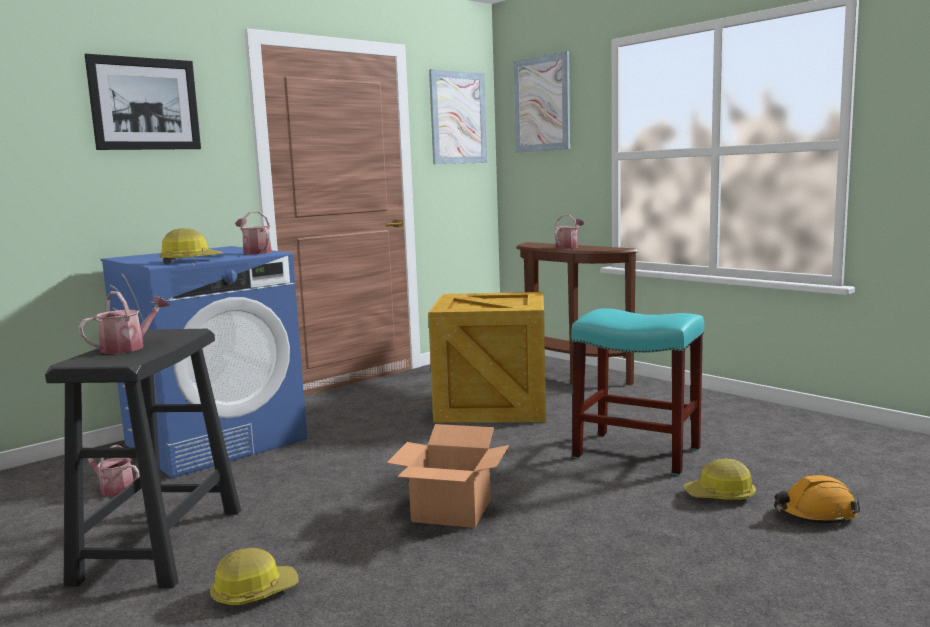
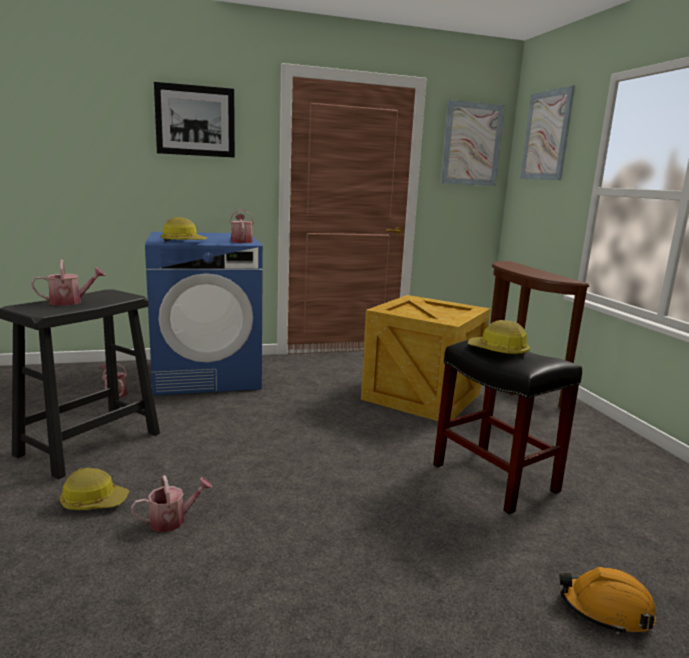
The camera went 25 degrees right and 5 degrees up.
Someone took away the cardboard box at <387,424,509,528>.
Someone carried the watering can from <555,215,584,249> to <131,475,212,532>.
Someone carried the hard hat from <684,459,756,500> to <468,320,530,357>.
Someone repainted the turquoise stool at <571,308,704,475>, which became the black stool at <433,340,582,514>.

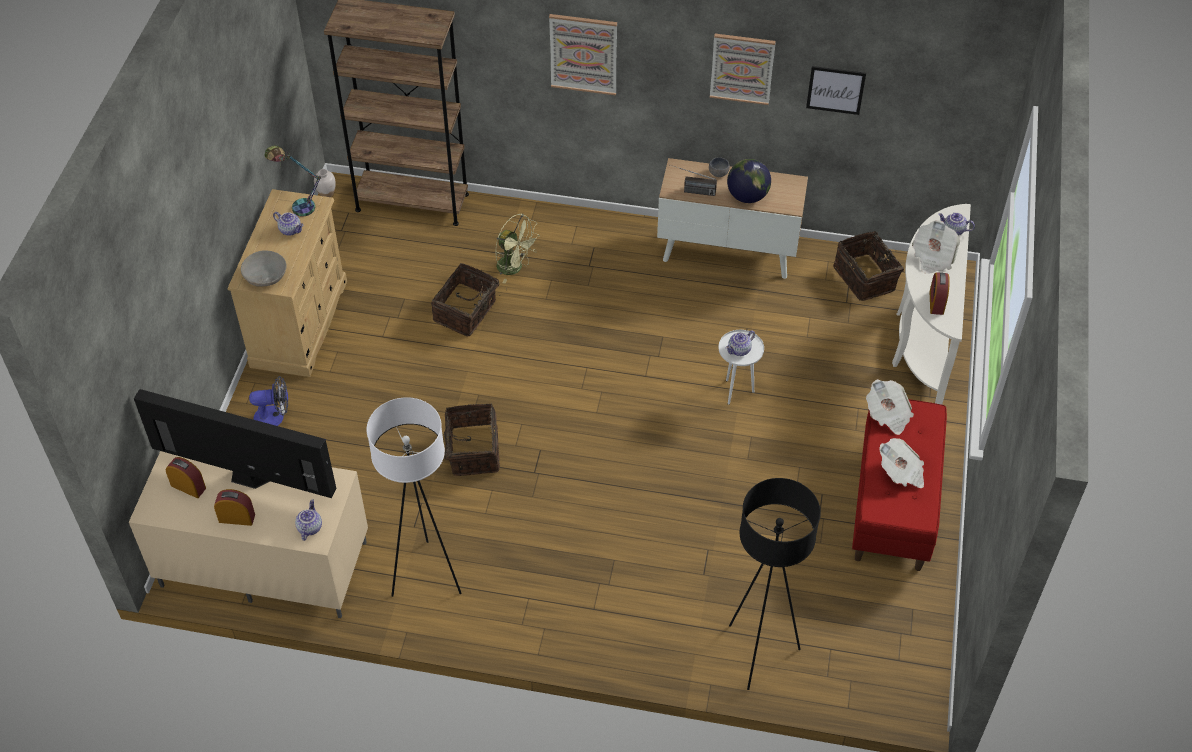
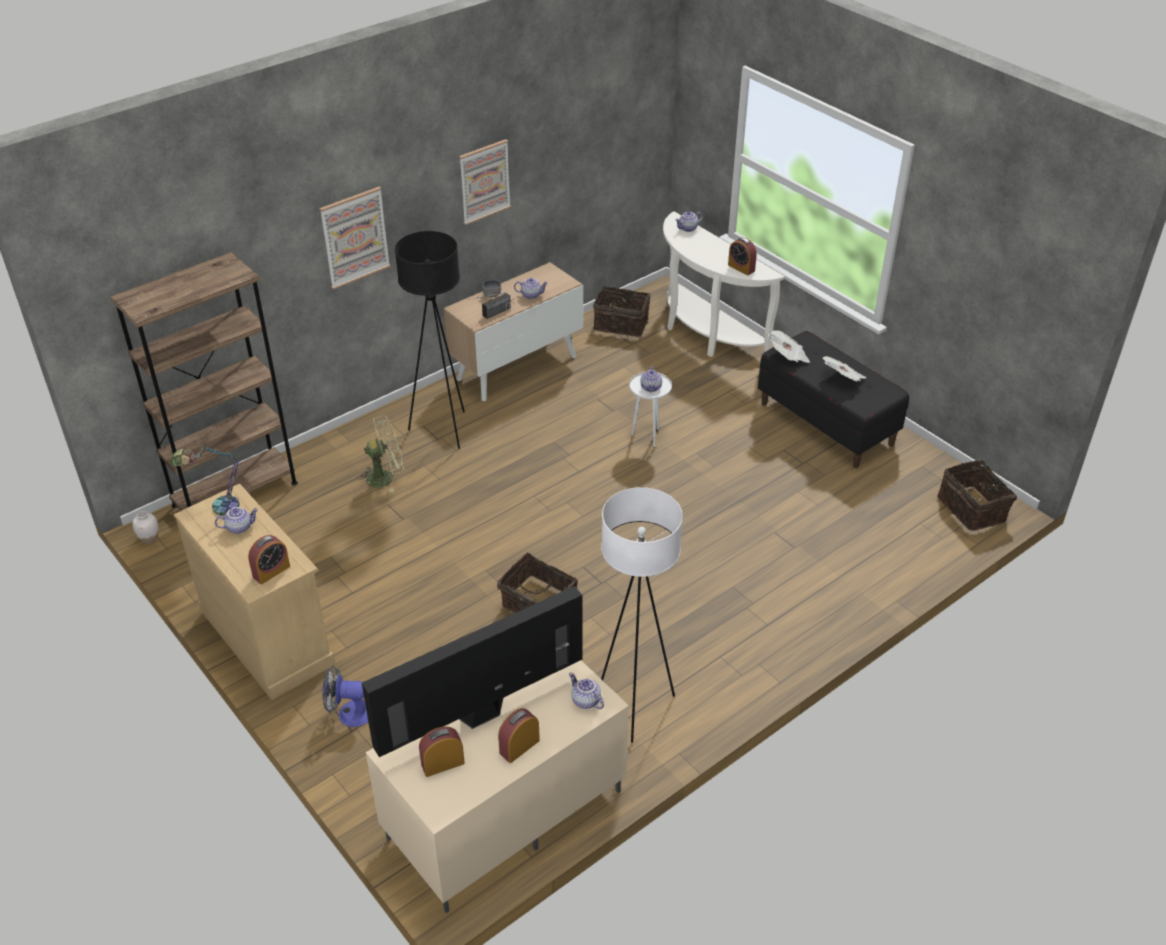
The camera went 50 degrees left and 10 degrees down.
Someone took away the picture at <806,66,866,115>.
Someone took away the newspaper at <912,220,960,274>.
Someone carried the basket from <431,263,507,337> to <937,460,1017,531>.
Someone carried the black floor lamp from <729,478,821,690> to <395,231,465,449>.
Someone swapped the grey bowl at <241,250,287,287> for the alarm clock at <248,535,290,584>.
Someone swapped the globe at <727,159,771,203> for the teapot at <514,278,548,299>.
Someone repainted the red bench at <852,399,947,571>, which became the black bench at <758,331,909,468>.
Someone rotated the fan at <249,376,288,426> by 120 degrees counterclockwise.

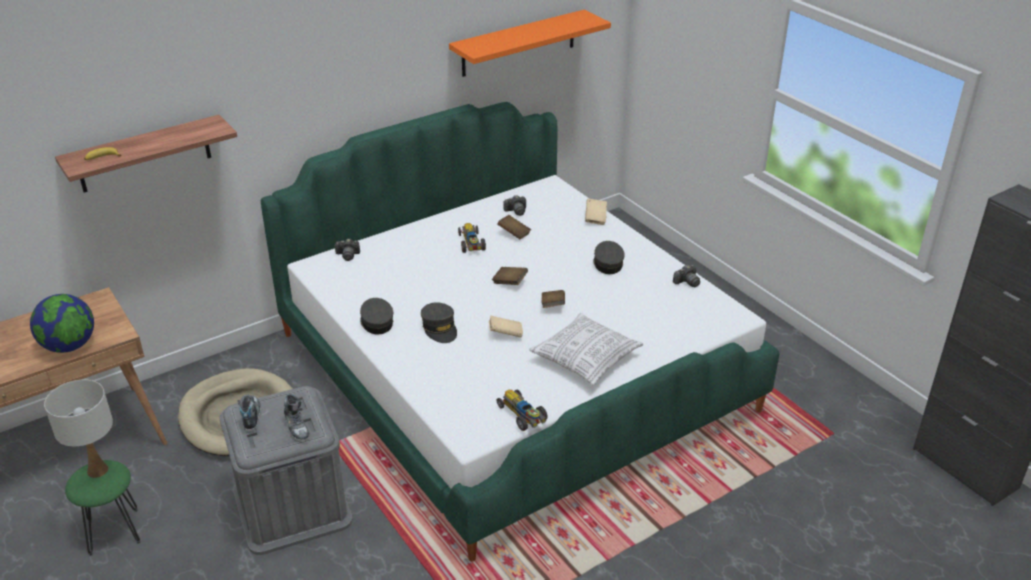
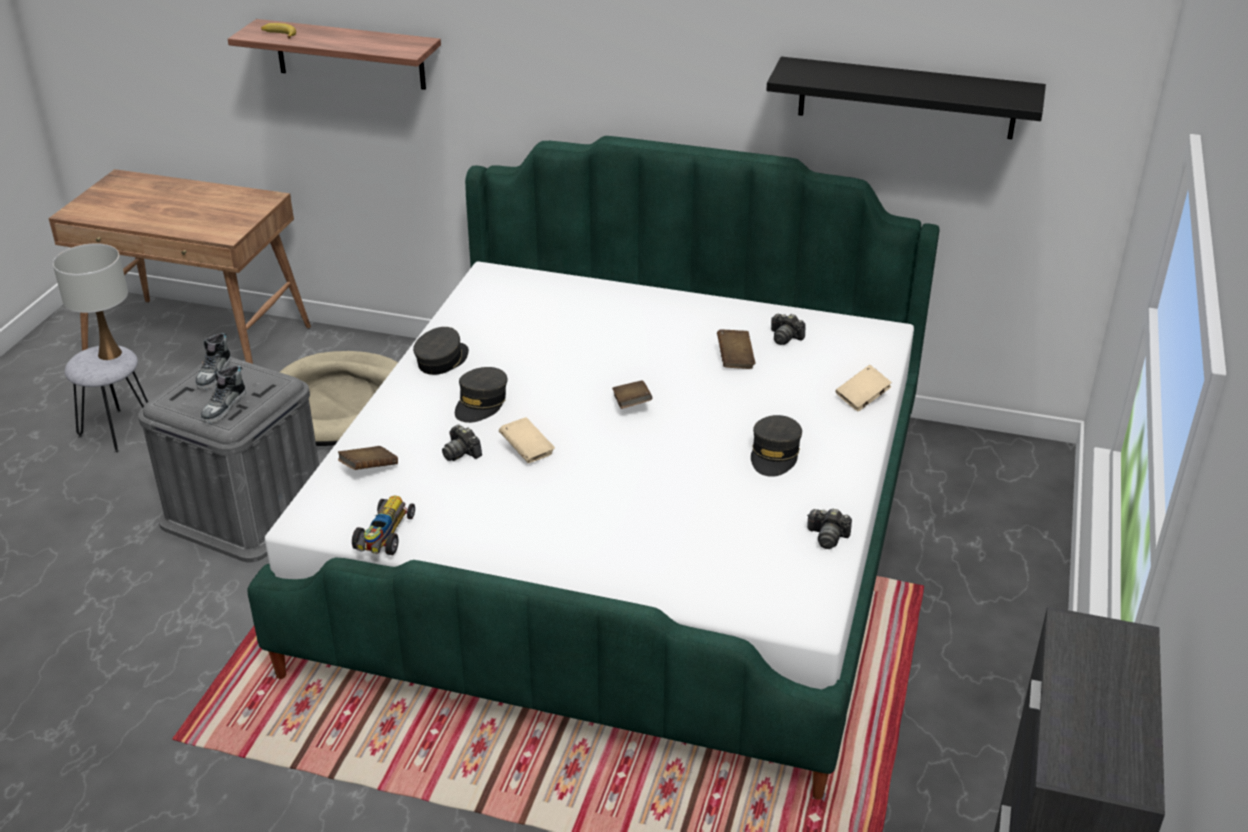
The camera went 50 degrees right and 0 degrees up.
Someone took away the globe at <30,294,94,353>.
Someone took away the toy car at <458,223,486,253>.
Someone took away the pillow at <529,313,643,386>.
Someone carried the photo camera from <334,238,360,261> to <442,425,482,461>.
Someone carried the brown book from <541,290,565,308> to <338,446,398,470>.
Someone repainted the green stool at <65,460,141,556>, which became the grey stool at <65,346,148,453>.
Someone repainted the orange shelf at <449,9,611,77>, which became the black shelf at <766,57,1046,139>.
Someone rotated the shoe at <238,395,261,433> by 150 degrees clockwise.
Someone rotated the grey cap at <593,241,625,274> by 150 degrees clockwise.

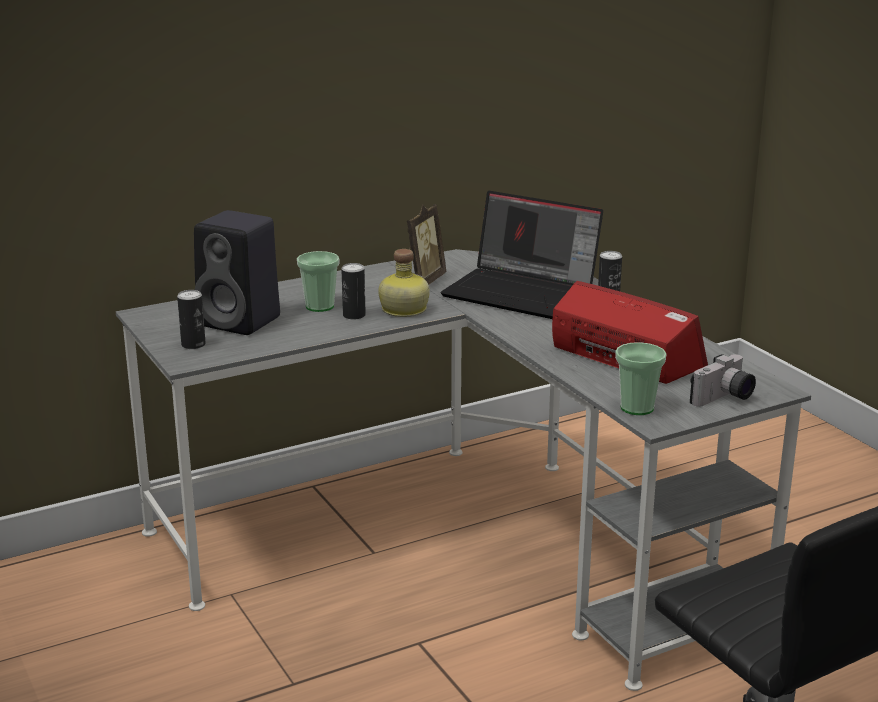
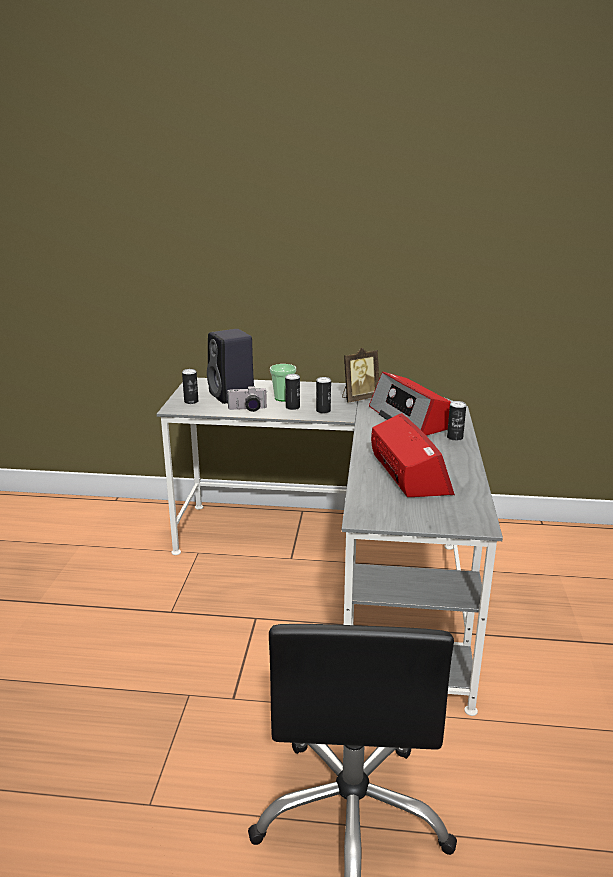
The camera went 35 degrees right and 0 degrees up.
Someone took away the cup at <615,342,666,415>.
Someone carried the photo camera from <690,354,756,407> to <227,386,267,412>.
Someone swapped the bottle at <378,249,430,317> for the can at <316,377,331,413>.
Someone swapped the laptop at <440,191,603,319> for the radio at <369,372,451,435>.

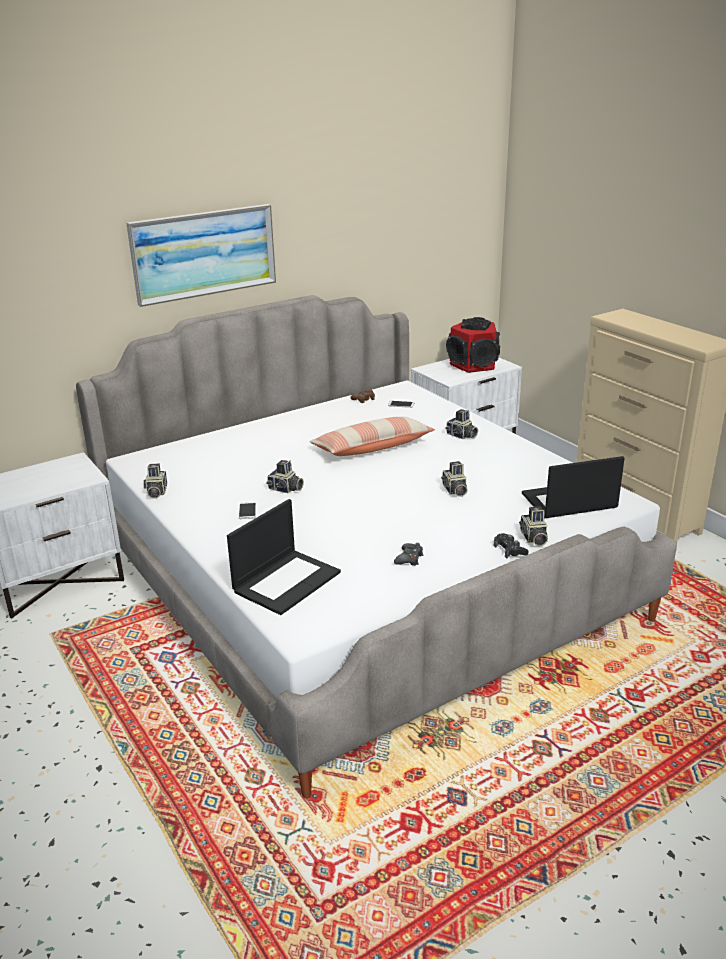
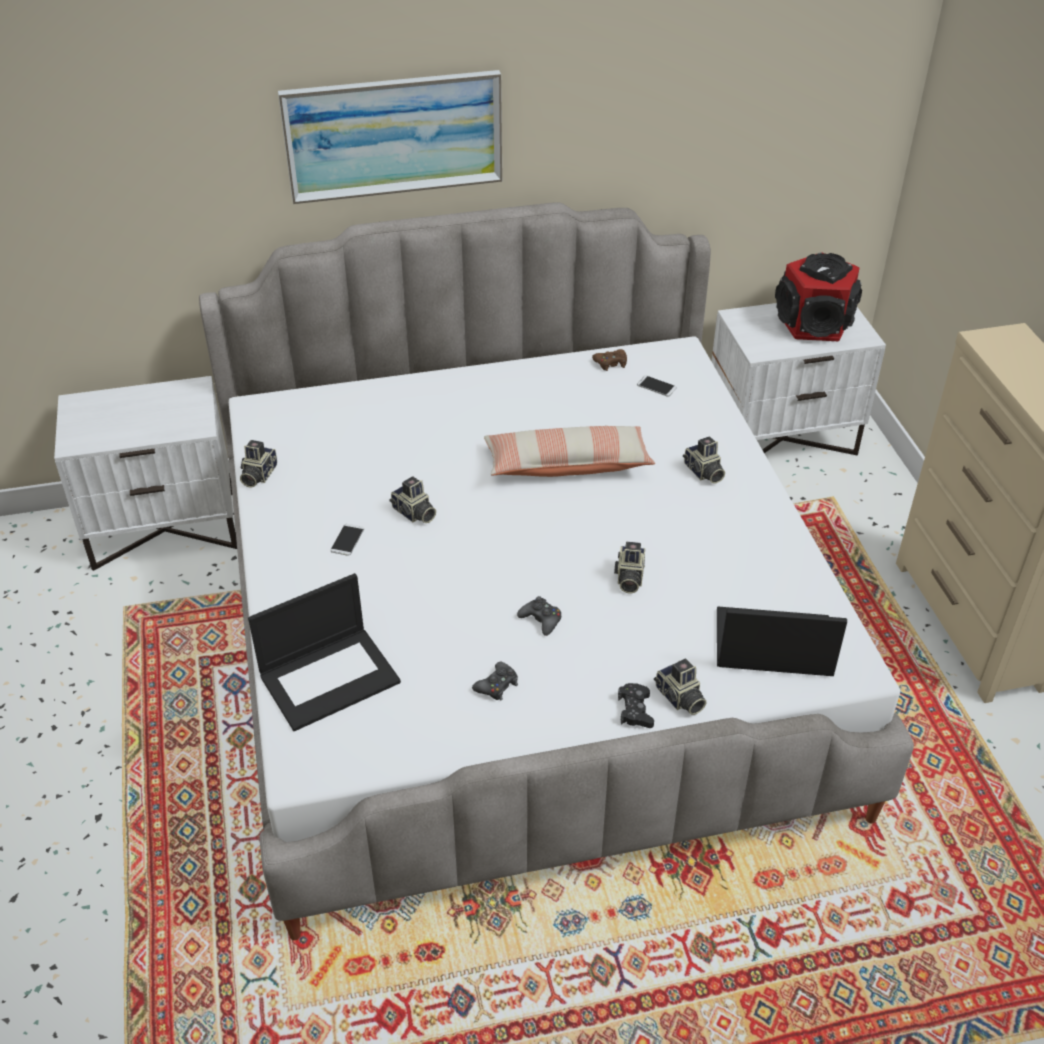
The camera went 20 degrees right and 15 degrees up.
Someone put down the black game controller at <517,596,561,636>.
Someone rotated the photo camera at <519,506,548,546> by 45 degrees counterclockwise.

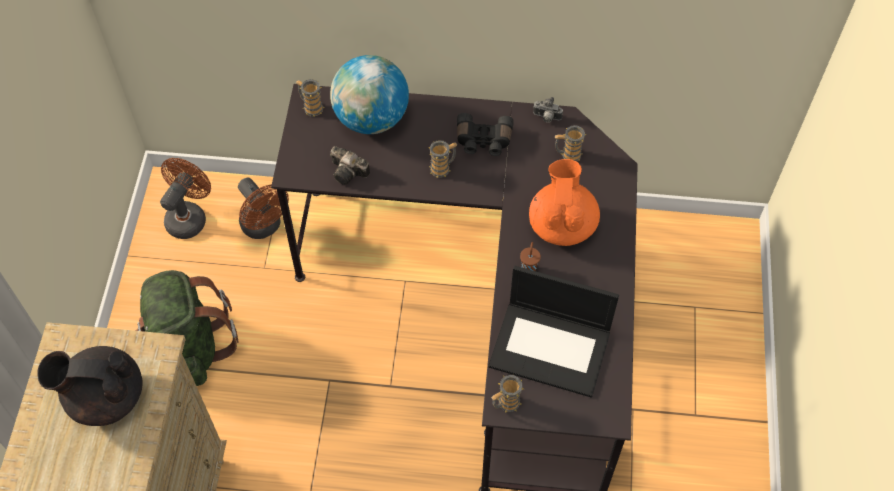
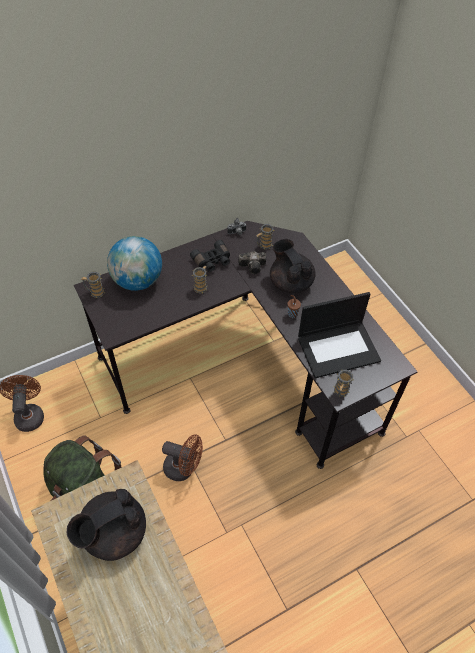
The camera went 35 degrees left and 5 degrees down.
Someone carried the brown fan from <238,178,289,239> to <162,434,203,481>.
Someone carried the photo camera from <330,146,370,185> to <239,251,266,274>.
Someone repainted the orange teapot at <529,159,600,246>, which became the black teapot at <270,239,316,293>.

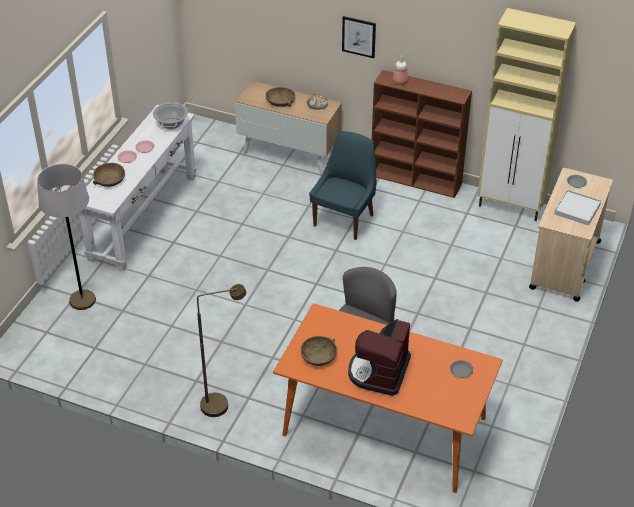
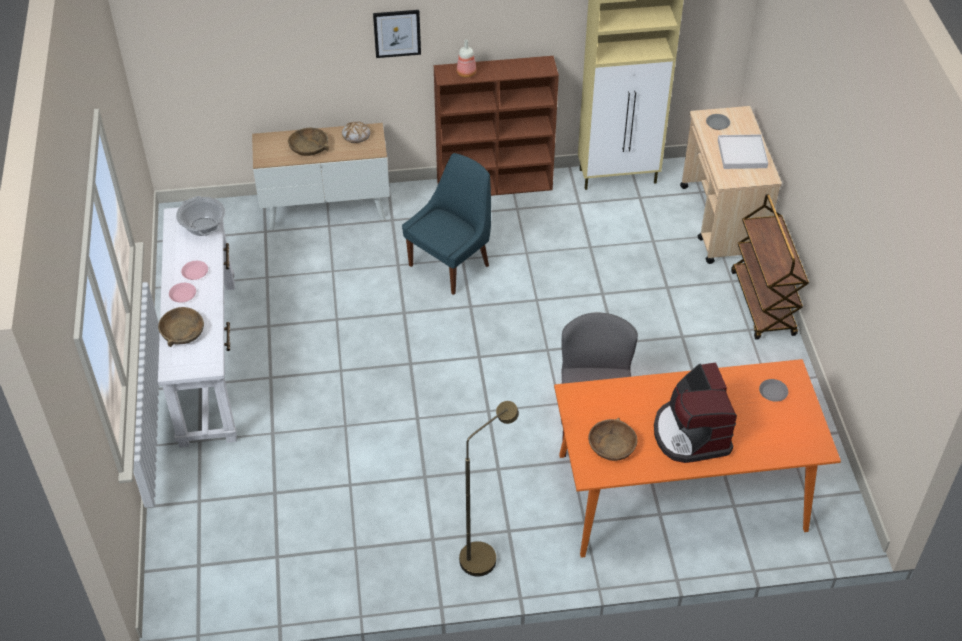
The camera went 30 degrees left and 5 degrees up.
Someone took away the grey floor lamp at <37,164,96,310>.
Someone put down the brown cart at <731,194,809,340>.
Someone rotated the blue chair at <309,131,376,240> by 45 degrees clockwise.

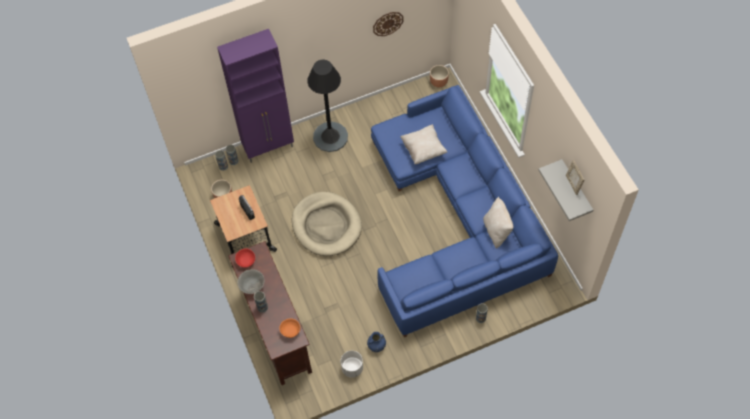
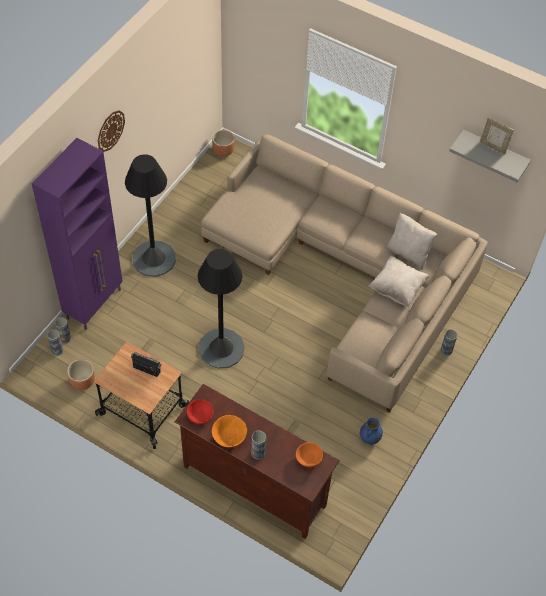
The camera went 40 degrees left and 5 degrees down.
Someone took away the white planter at <341,351,363,377>.
Someone carried the wall clock from <373,12,403,36> to <98,110,125,152>.
Someone carried the beige pillow from <400,124,447,164> to <368,255,429,307>.
Someone swapped the beige dog bed at <292,192,362,256> for the black floor lamp at <197,249,245,369>.
Someone repainted the grey bowl at <238,269,265,294>, which became the orange bowl at <212,415,247,447>.
Someone repainted the blue sofa at <371,85,558,337>, which became the beige sofa at <201,134,488,413>.

